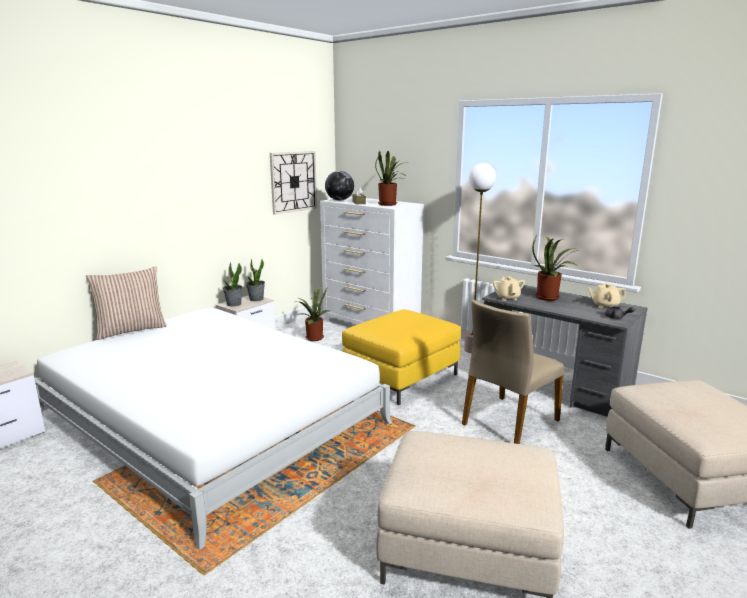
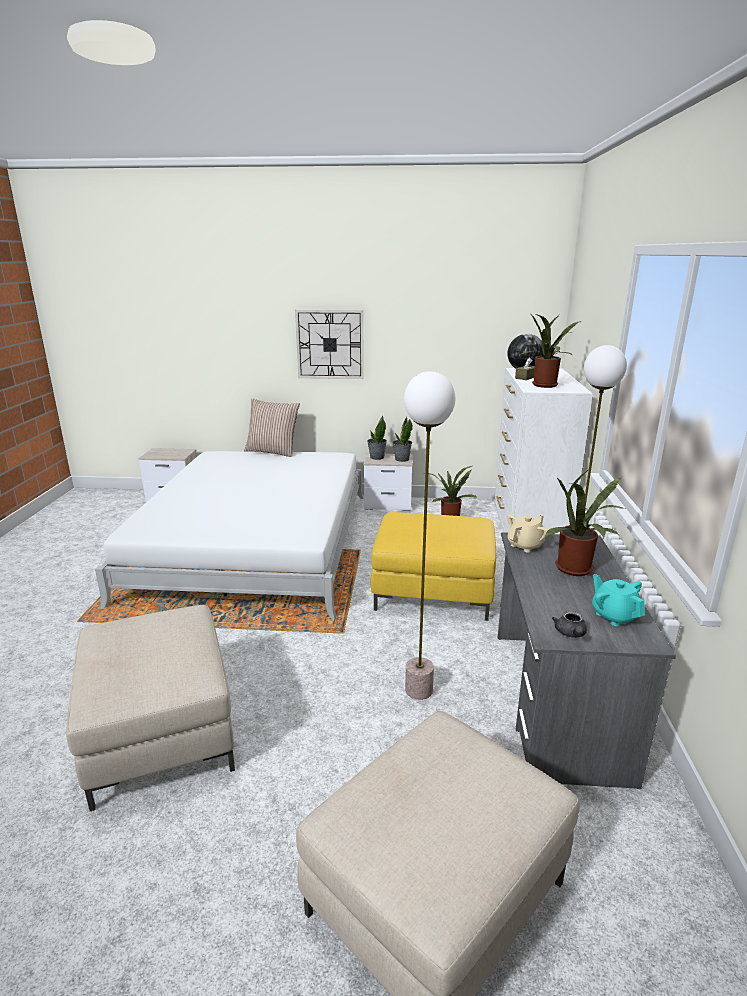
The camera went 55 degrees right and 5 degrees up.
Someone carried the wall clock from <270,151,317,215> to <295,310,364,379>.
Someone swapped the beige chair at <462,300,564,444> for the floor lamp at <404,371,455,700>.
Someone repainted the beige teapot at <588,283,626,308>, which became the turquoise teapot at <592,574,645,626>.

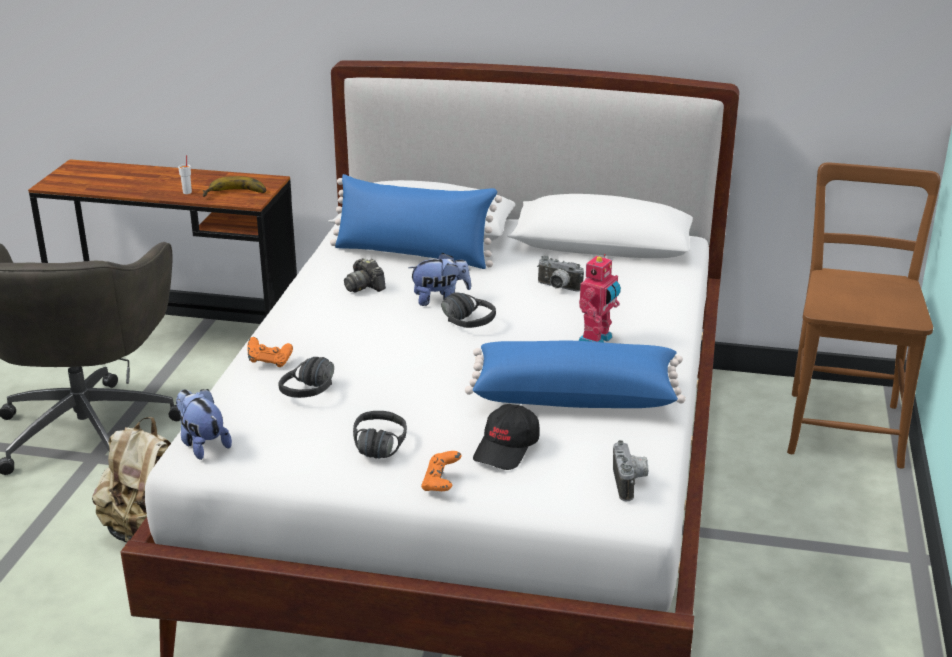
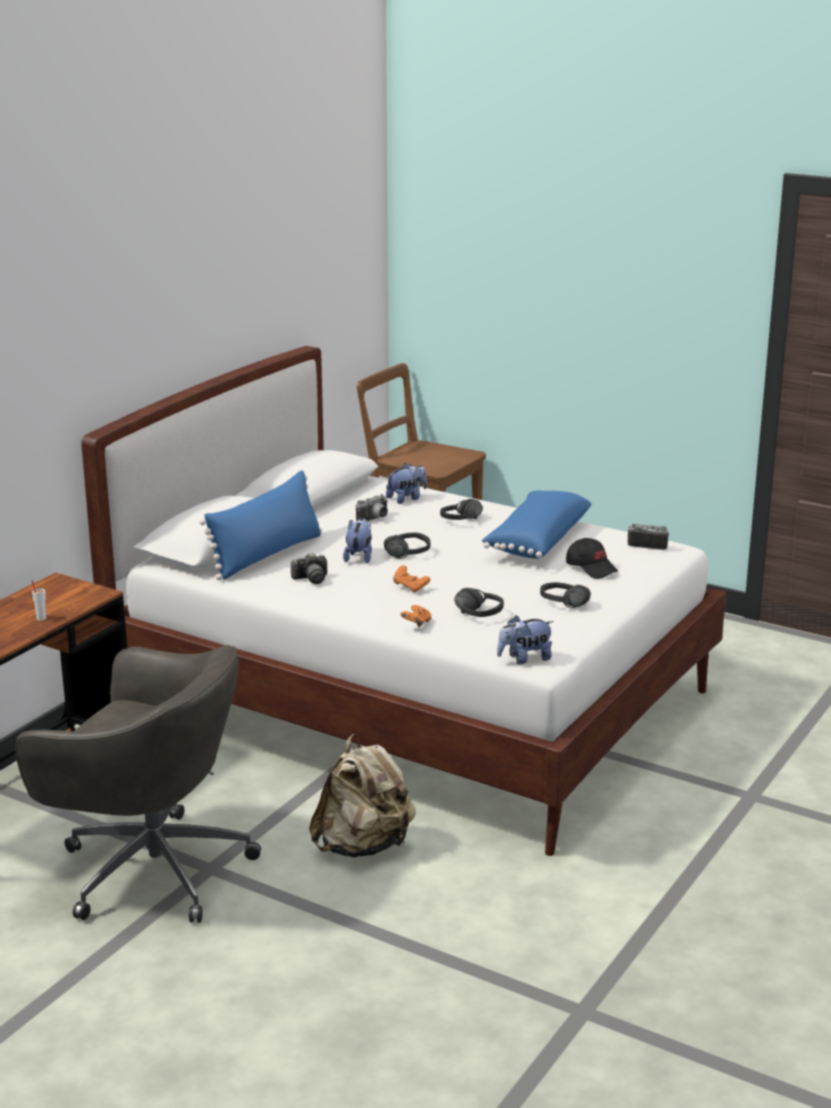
The camera went 70 degrees left and 5 degrees down.
Someone took away the banana at <203,176,266,197>.
Someone put down the plush toy at <386,463,427,504>.
Someone carried the orange game controller from <421,451,461,491> to <393,565,430,593>.
Someone swapped the toy robot at <579,254,621,342> for the black headphones at <440,499,483,520>.

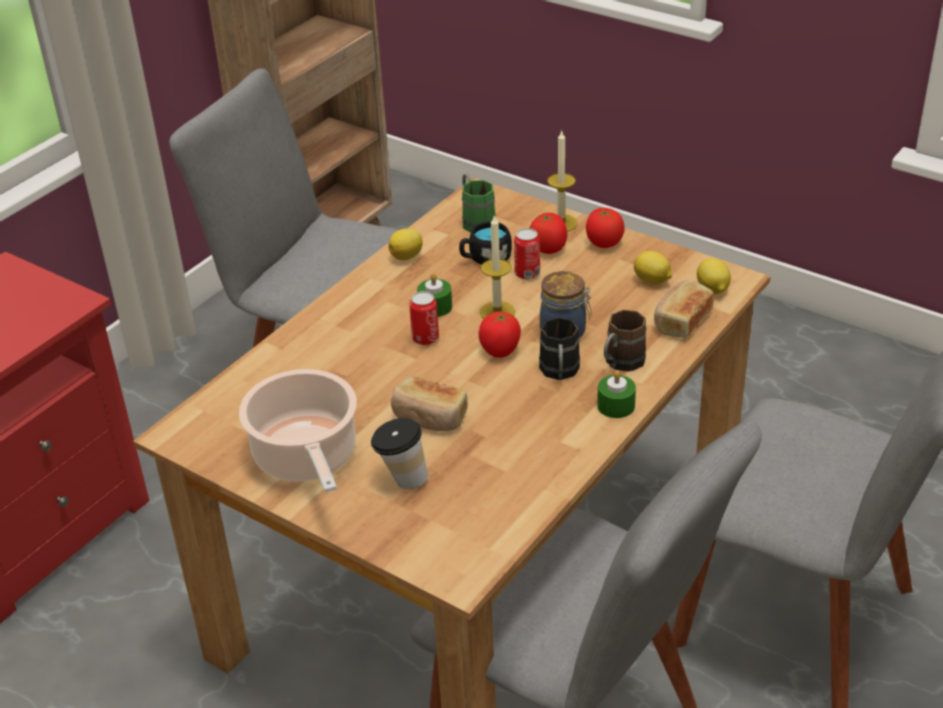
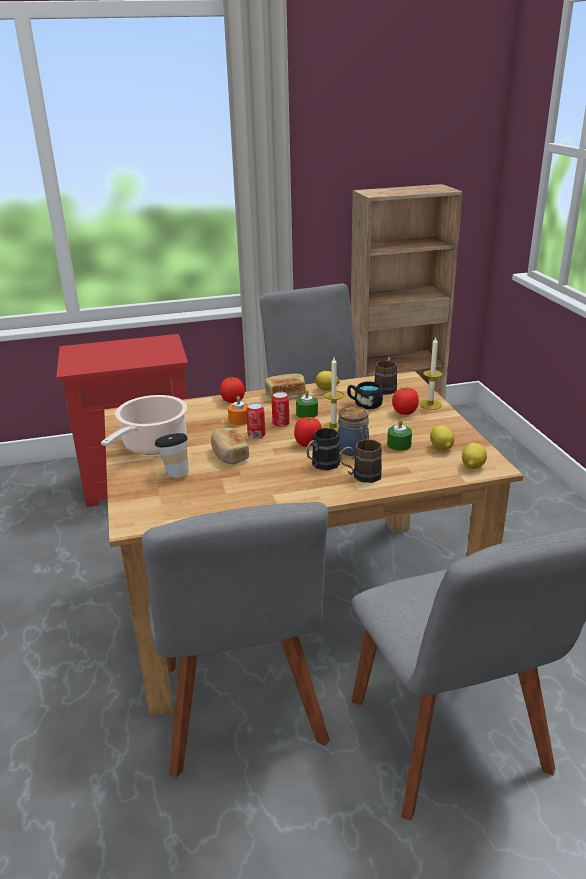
The camera went 40 degrees right and 10 degrees down.
Someone put down the orange candle at <228,396,249,425>.
Someone carried the can from <514,228,540,280> to <246,403,266,439>.
Someone carried the tomato from <586,208,625,248> to <220,377,245,403>.
Someone carried the green candle from <597,370,636,418> to <387,419,412,451>.
Someone carried the bread from <654,280,714,338> to <265,374,306,398>.
Someone repainted the green mug at <462,174,496,232>, which became the brown mug at <375,357,397,395>.

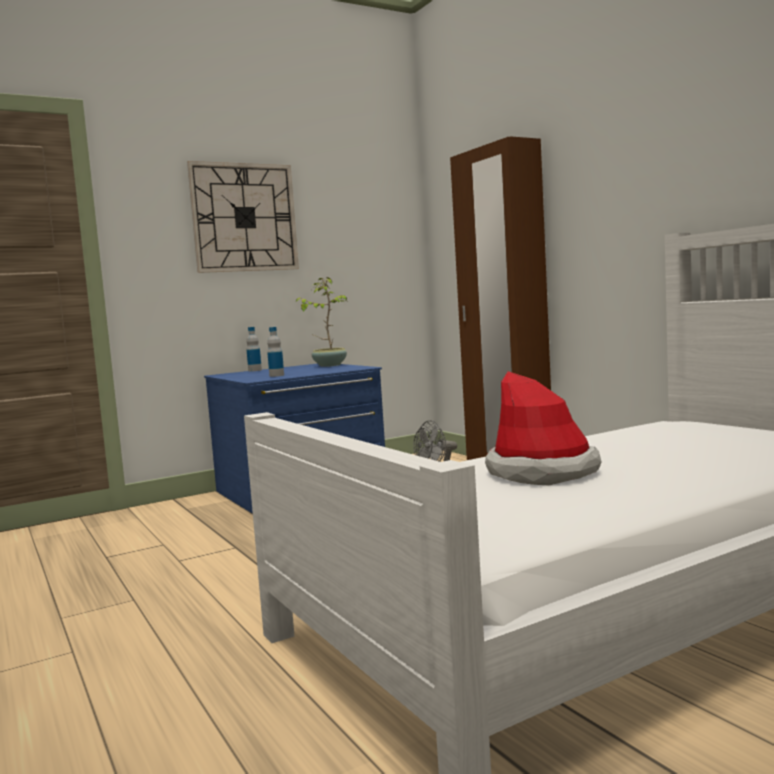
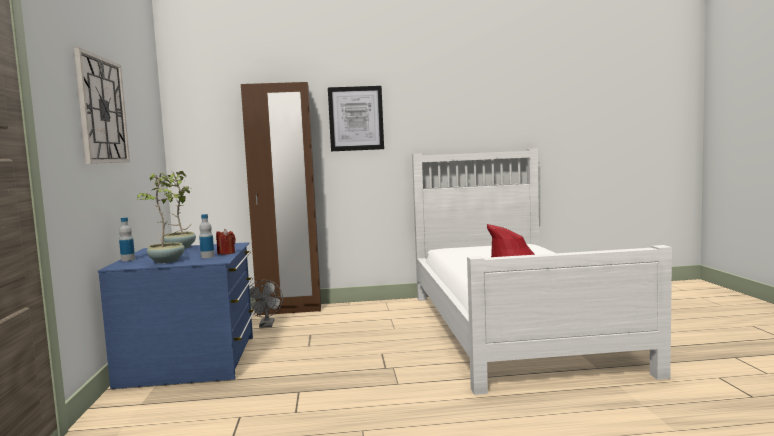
The camera went 65 degrees left and 0 degrees up.
Someone put down the potted plant at <136,173,190,263>.
Someone put down the red candle at <216,229,236,255>.
Someone put up the picture at <328,86,384,151>.

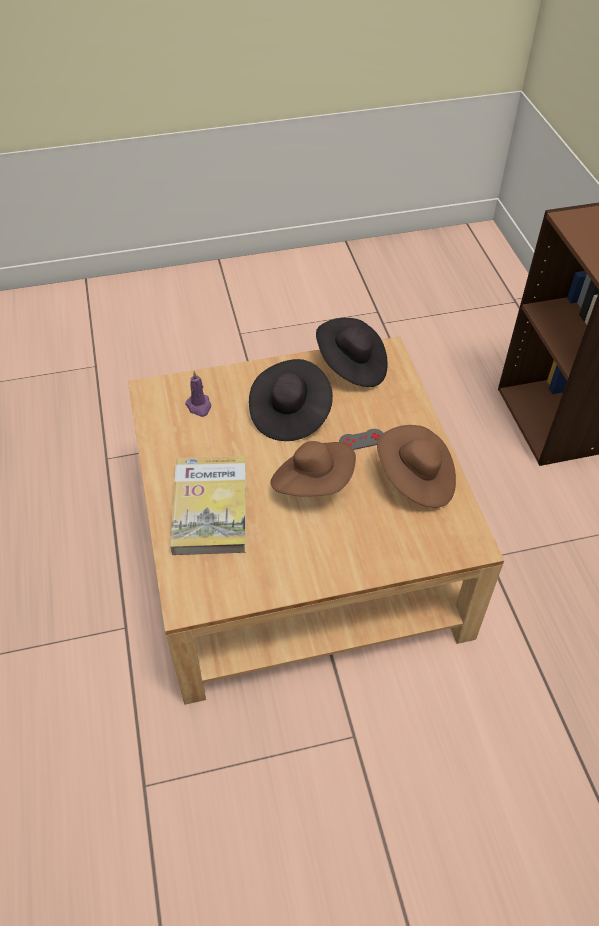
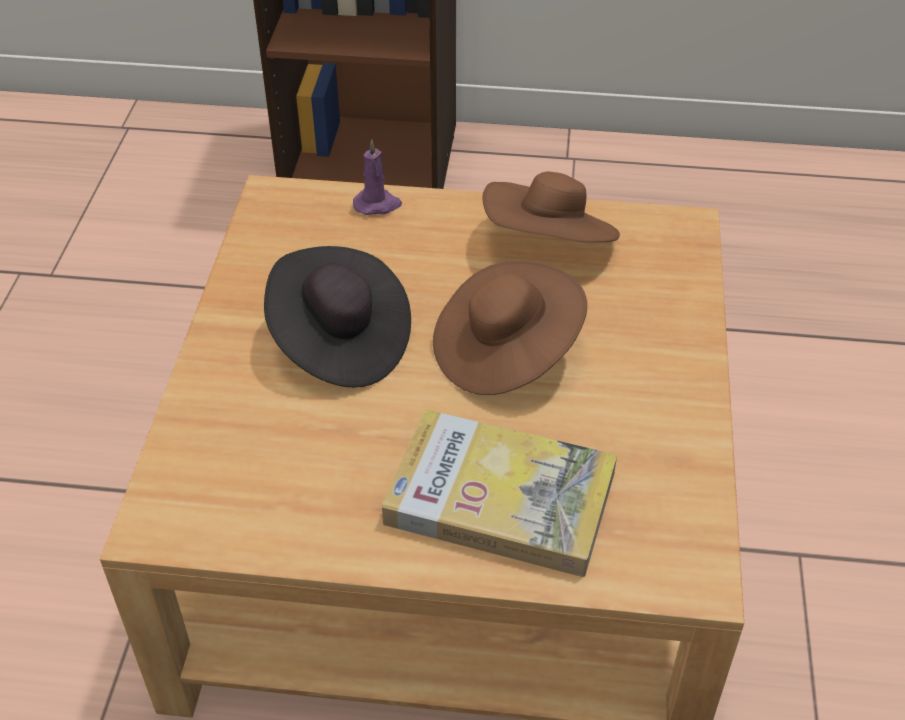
The camera went 70 degrees left and 5 degrees down.
Someone took away the black hat at <316,318,388,387>.
Someone took away the grey game controller at <339,429,383,450>.
Someone carried the purple candle from <185,371,211,417> to <353,139,402,215>.

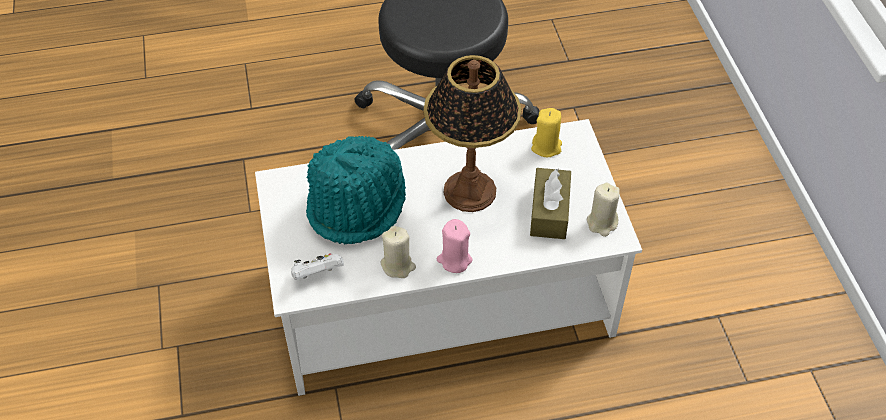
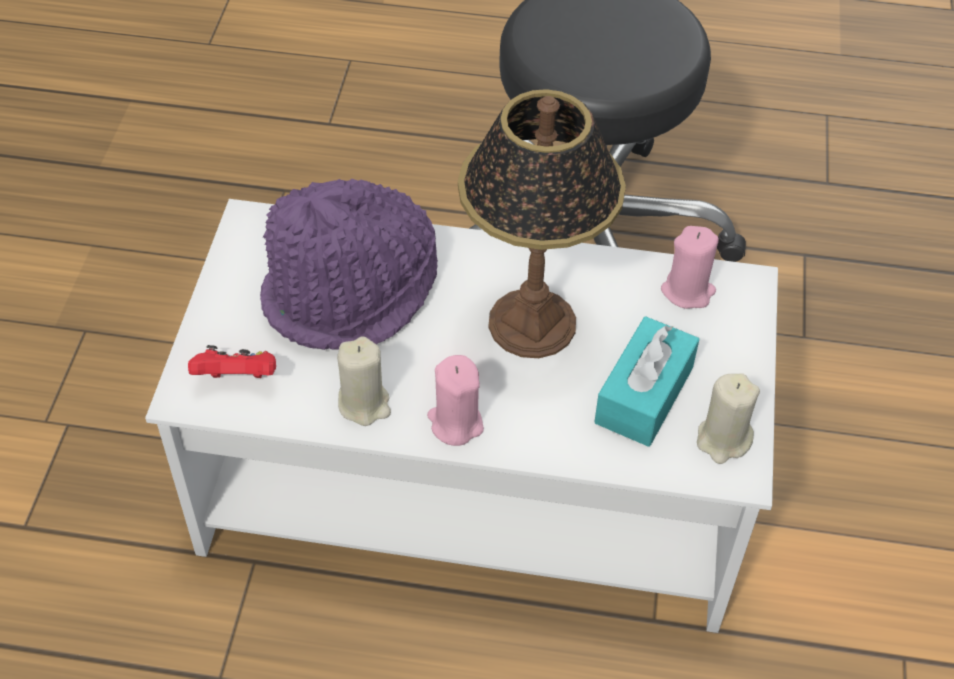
The camera went 20 degrees right and 0 degrees up.
Someone repainted the white game controller at <291,253,344,280>, which became the red game controller at <188,345,276,378>.
Someone repainted the turquoise hat at <306,136,406,244>, which became the purple hat at <260,179,438,350>.
Someone repainted the brown tissue box at <530,168,571,239>, which became the turquoise tissue box at <594,316,699,447>.
Someone repainted the yellow candle at <531,108,562,157>, which became the pink candle at <661,226,719,309>.

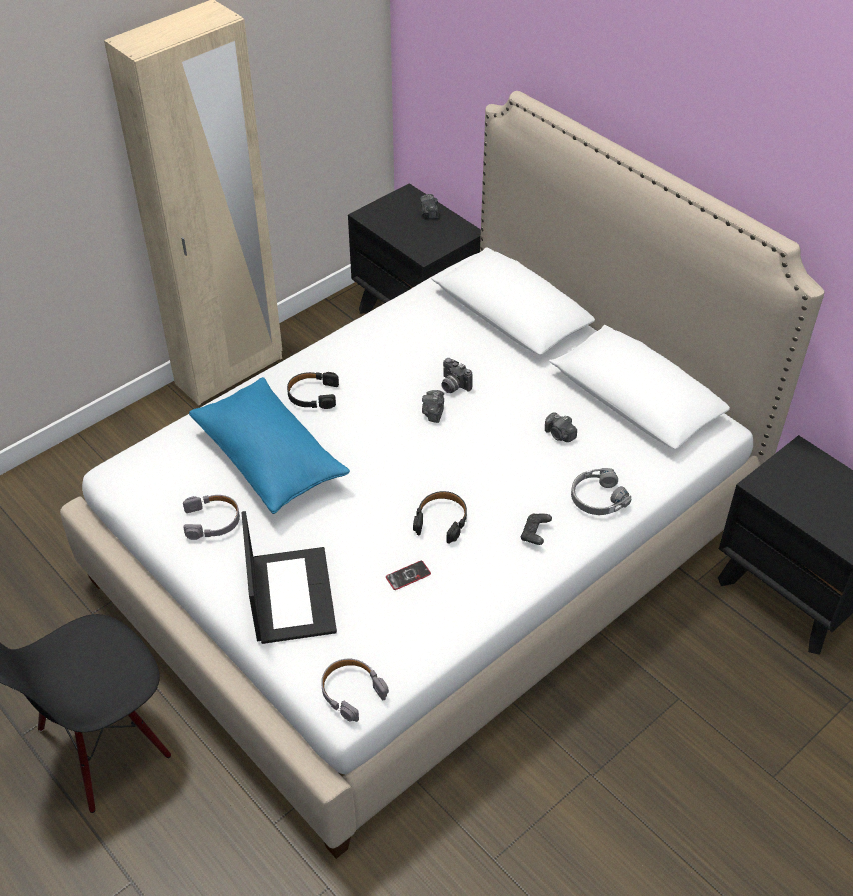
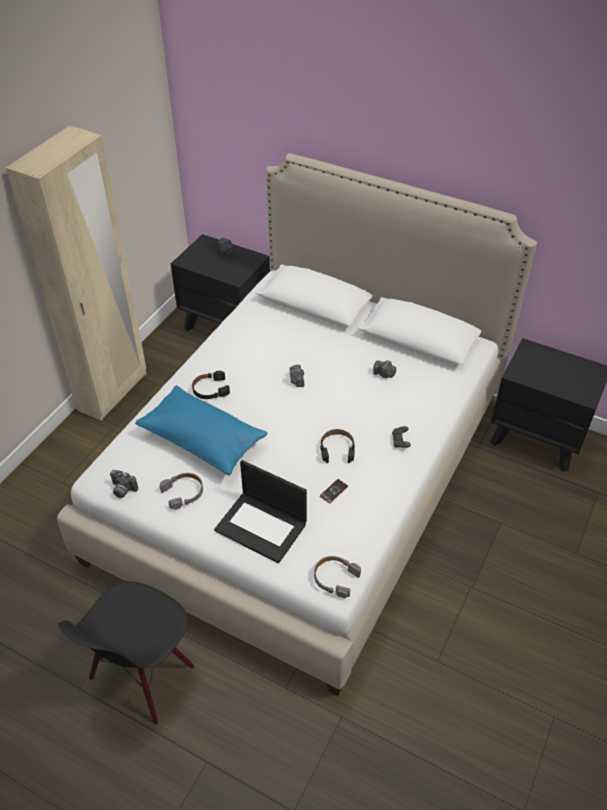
The camera went 20 degrees left and 0 degrees up.
Someone took away the grey headphones at <571,468,631,515>.
Someone carried the photo camera from <441,358,473,393> to <110,470,138,498>.
Someone rotated the laptop at <242,511,337,644> by 150 degrees clockwise.

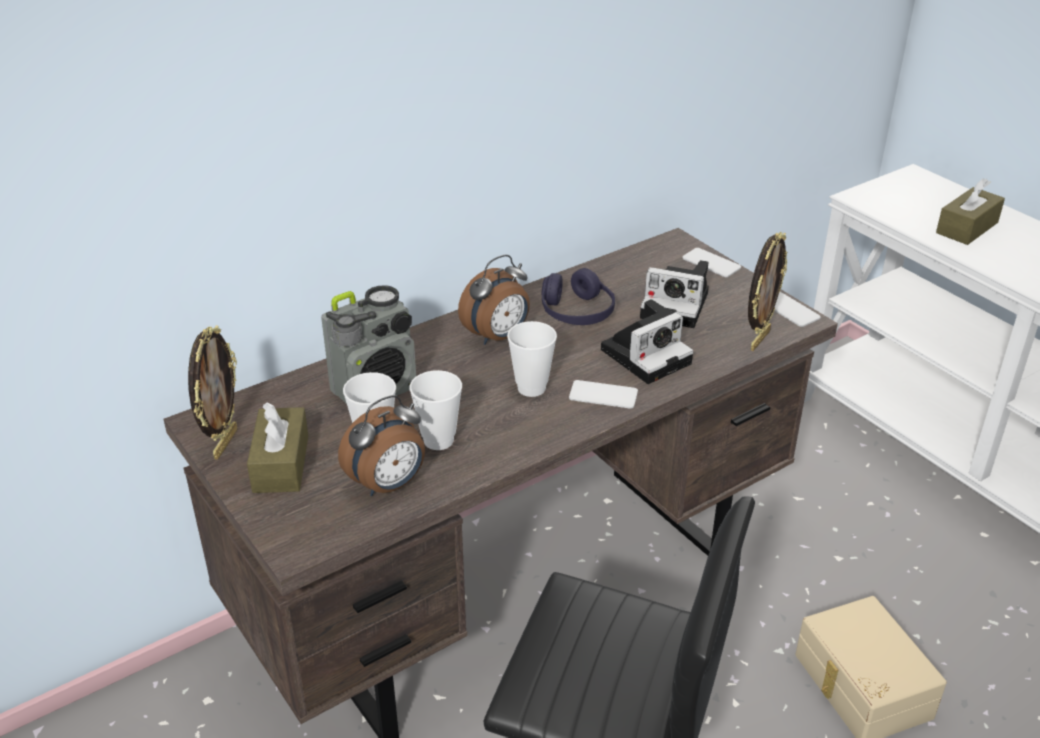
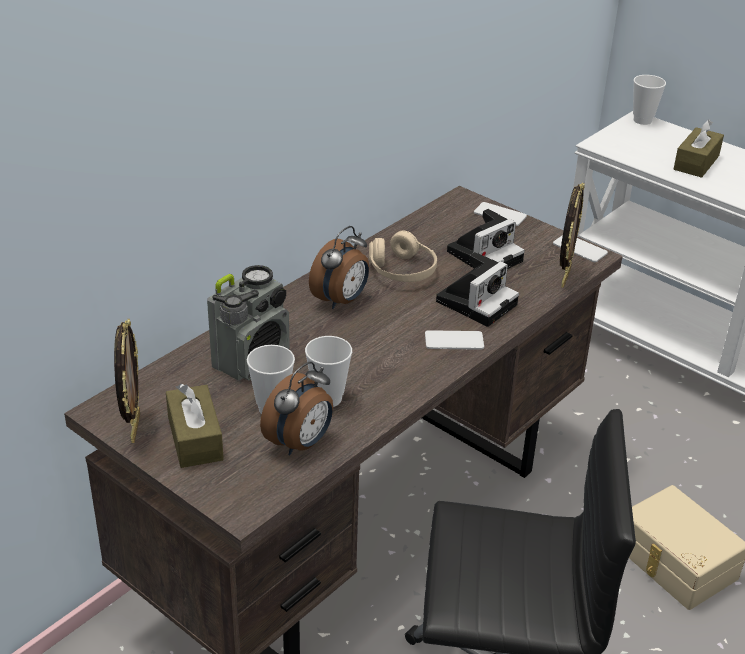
The camera went 15 degrees left and 0 degrees up.
Someone carried the cup from <507,321,557,397> to <633,75,666,125>.
Someone repainted the purple headphones at <542,268,615,325>, which became the beige headphones at <369,231,437,282>.
Someone rotated the photo camera at <640,260,709,328> by 45 degrees counterclockwise.

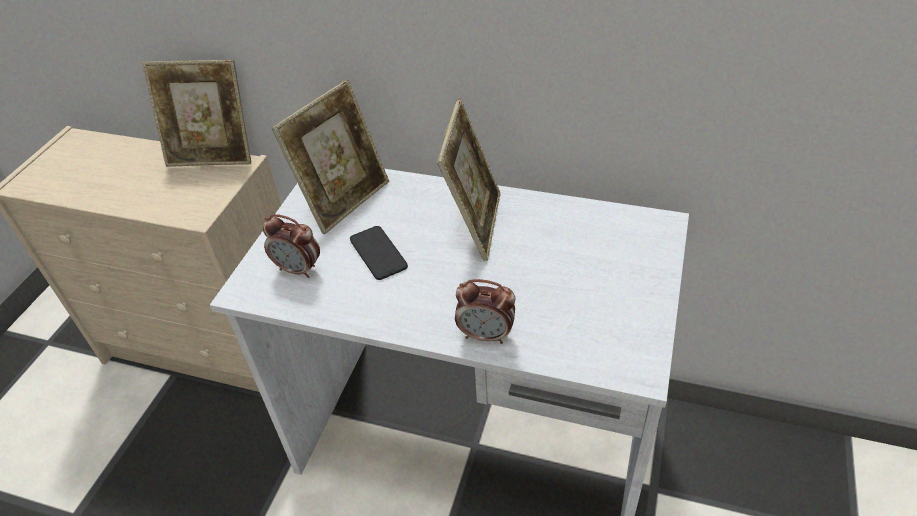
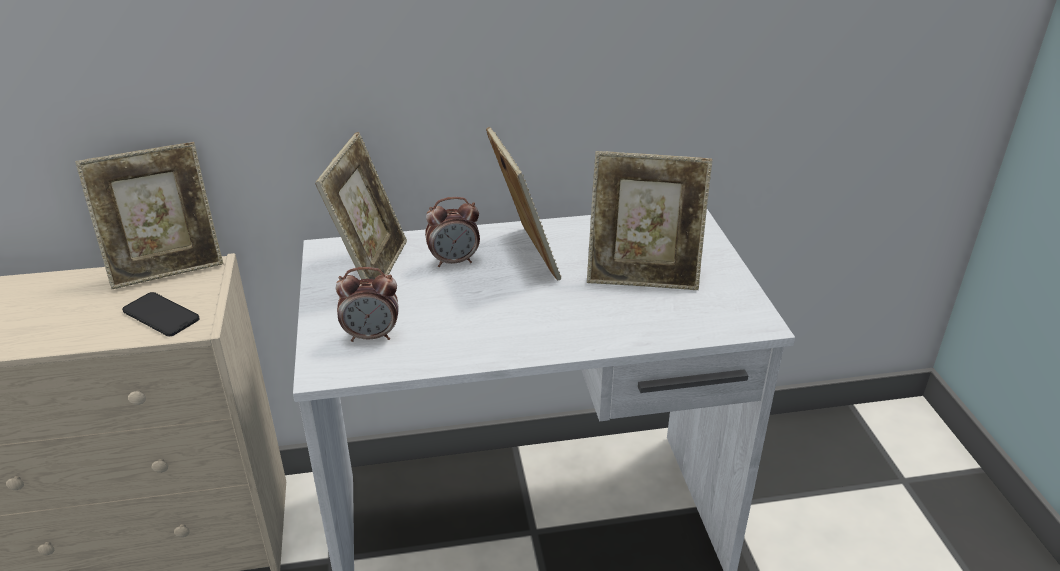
The camera went 30 degrees left and 10 degrees down.
Someone put down the picture frame at <587,151,712,290>.
Someone carried the phone from <350,226,408,280> to <122,292,200,336>.
Someone carried the alarm clock from <455,279,515,344> to <425,197,480,267>.

